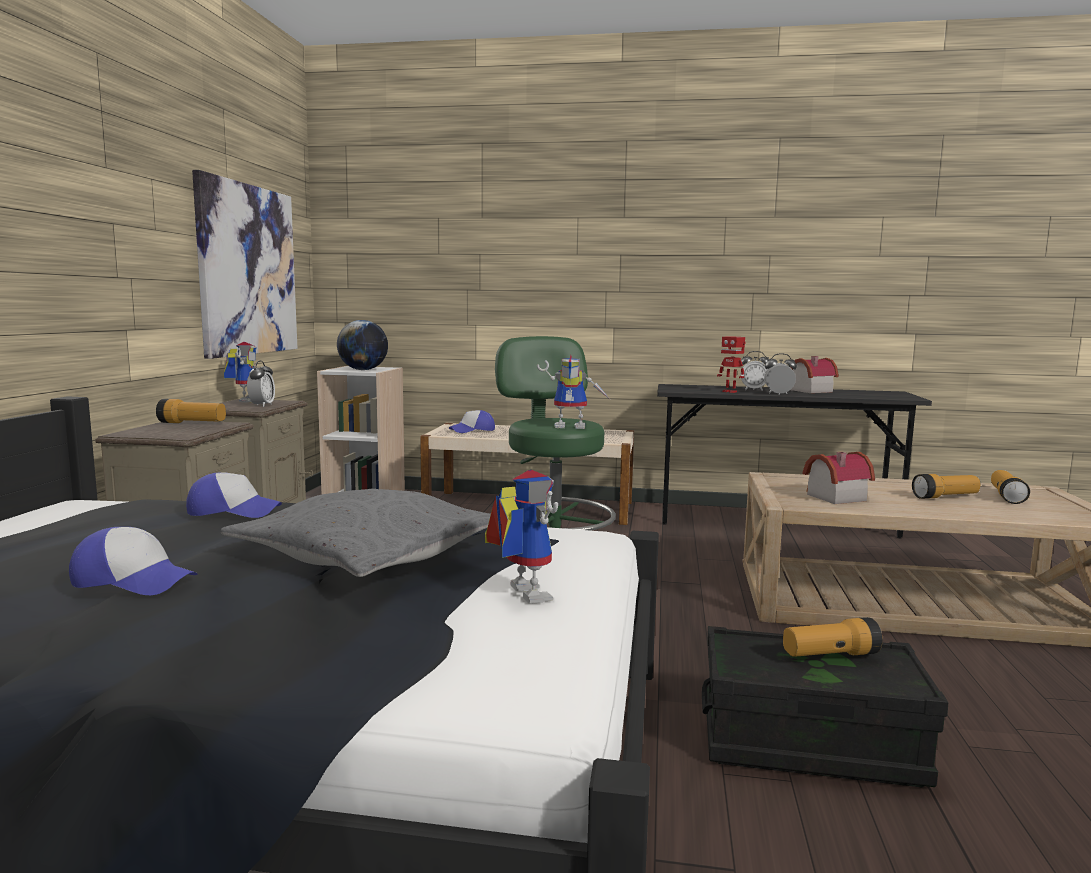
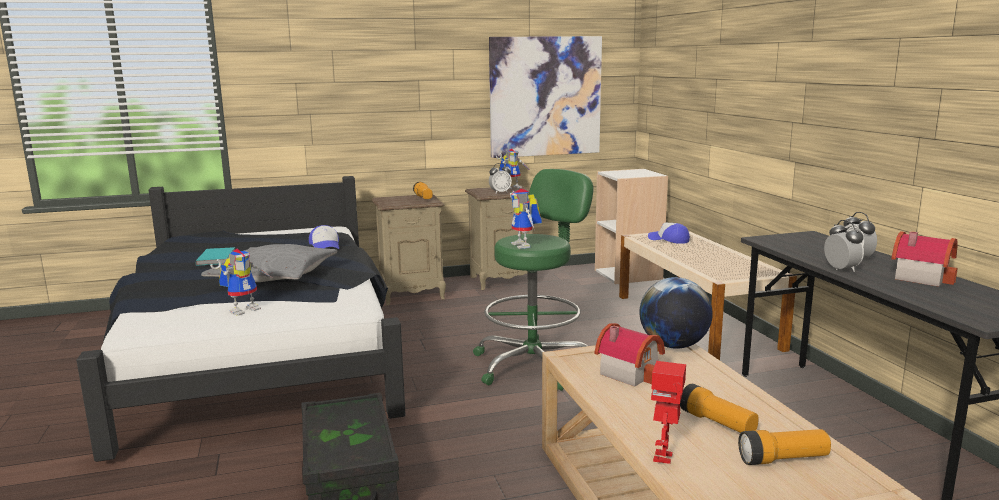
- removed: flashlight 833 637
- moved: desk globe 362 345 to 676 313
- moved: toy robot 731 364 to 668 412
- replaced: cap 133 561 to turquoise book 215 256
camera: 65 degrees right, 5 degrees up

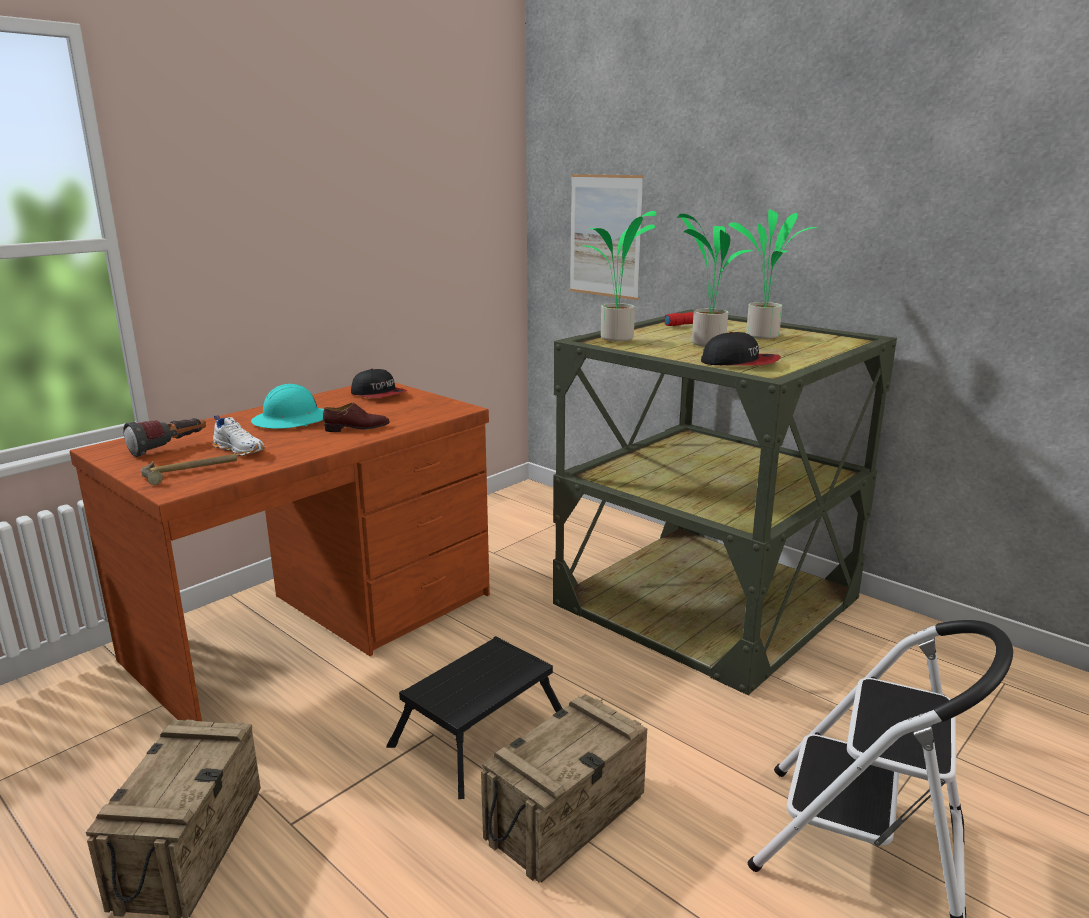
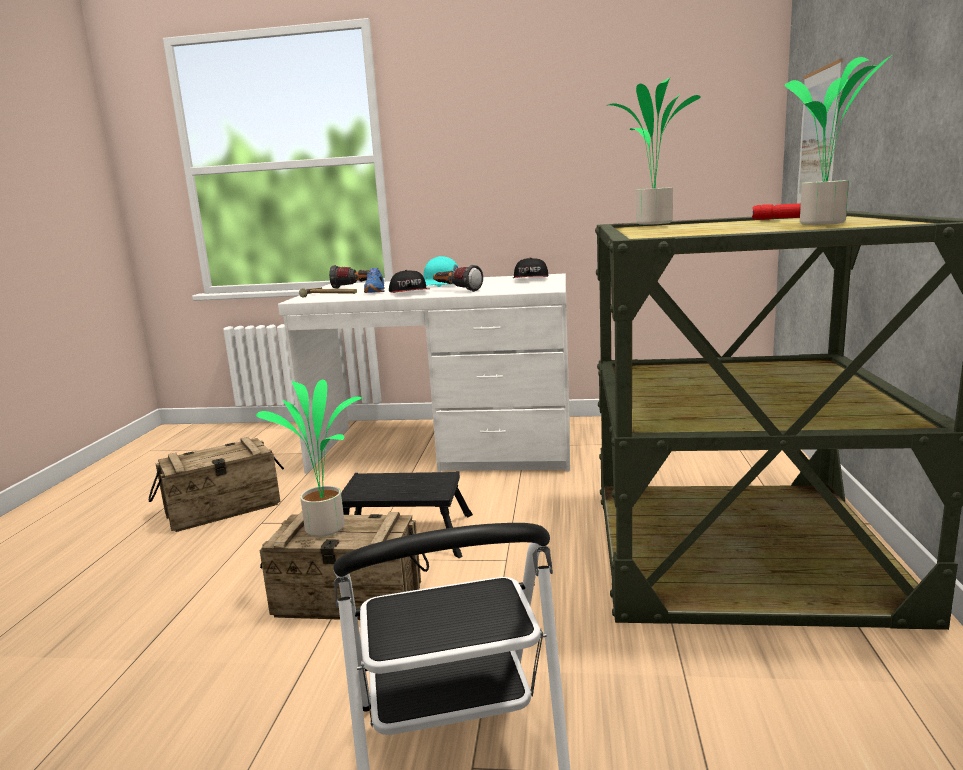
- moved: potted plant 716 280 to 309 458
- moved: cap 741 349 to 409 281
- replaced: brown low shoe 356 417 to flashlight 458 278
- recoloured: brown desk table 280 551 to whitish desk table 424 374
- recoloured: whitish low shoe 238 435 to blue-coloured low shoe 374 280
camera: 55 degrees right, 5 degrees down

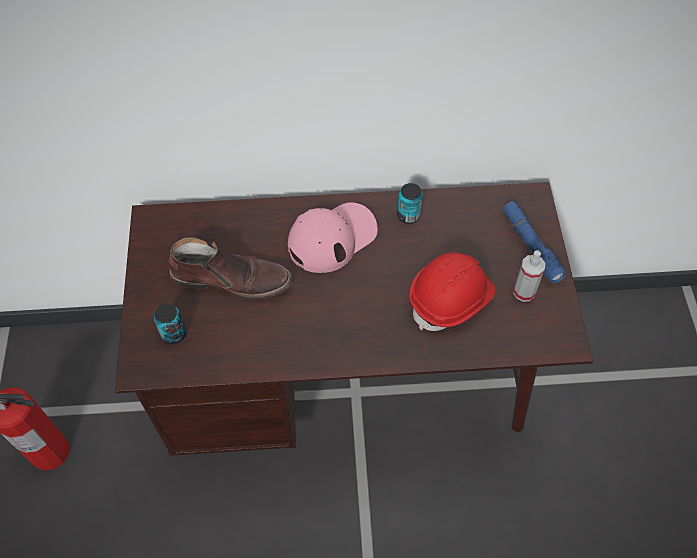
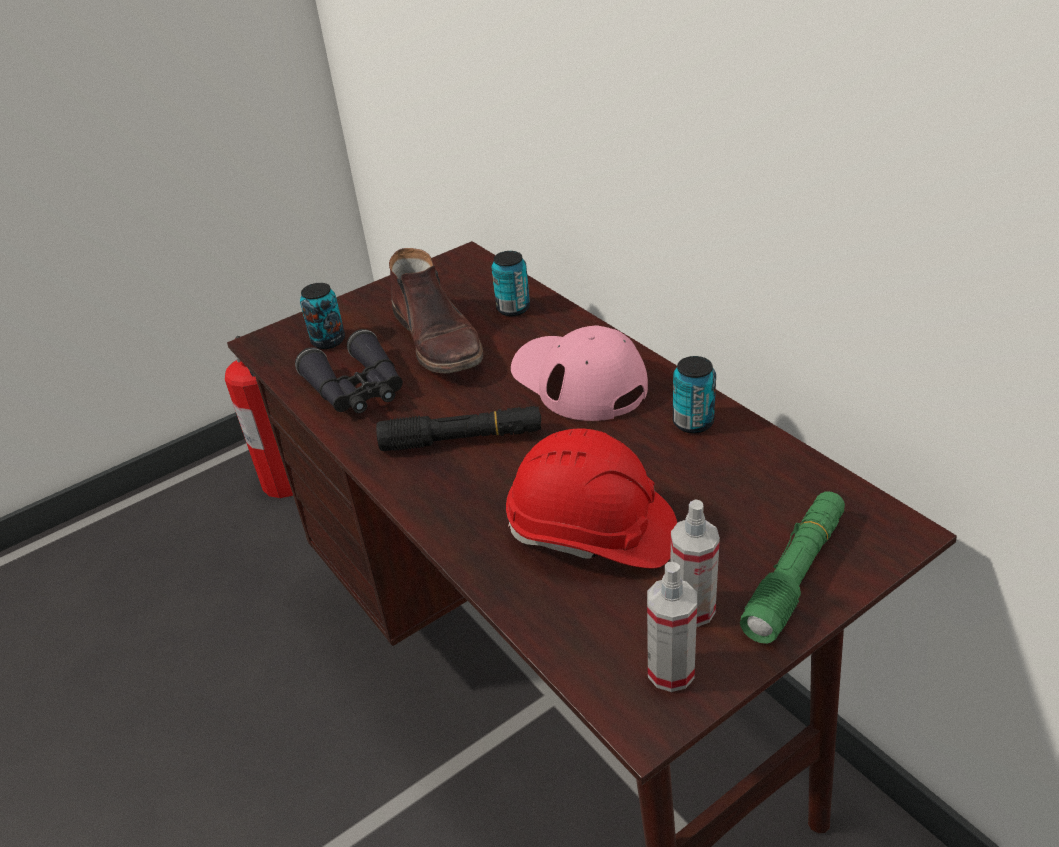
- added: black binoculars 349 371
- added: black flashlight 458 428
- added: can 510 283
- added: spray bottle 672 627
- recoloured: blue-coloured flashlight 534 242 to green-coloured flashlight 792 567
- turned: pinkish cap 333 237 = 579 373 150 degrees counterclockwise
camera: 60 degrees right, 20 degrees down

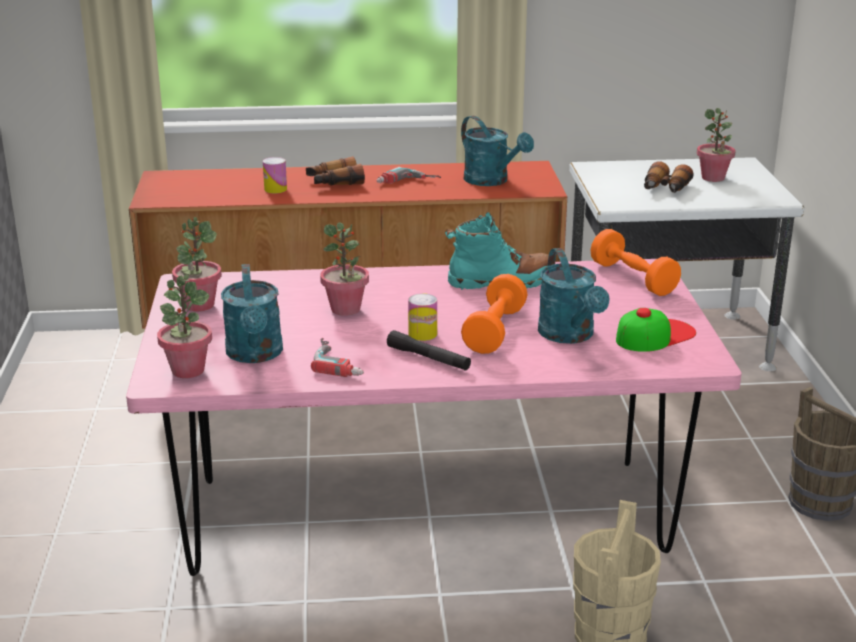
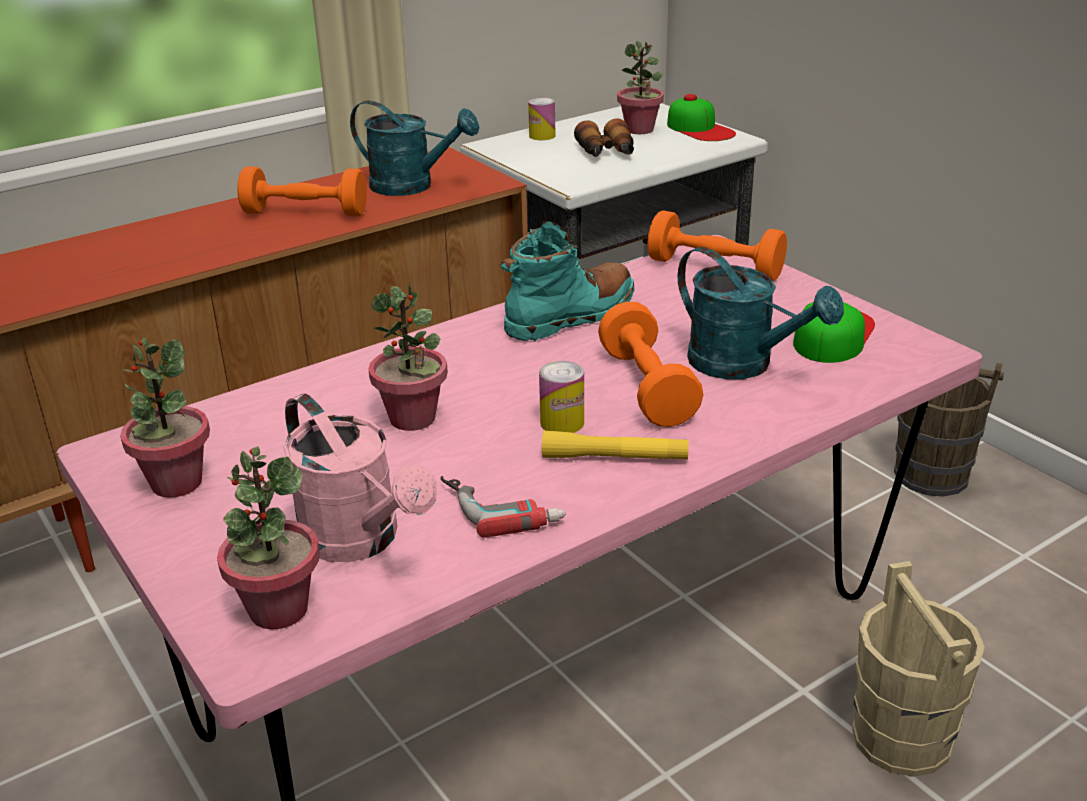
- removed: binoculars 335 171
- added: cap 701 117
- moved: can 275 175 to 542 118
- replaced: electric drill 408 175 to orange dumbbell 302 191
- recoloured: turquoise watering can 252 313 to pinkish watering can 360 477
- recoloured: black flashlight 429 350 to yellowish flashlight 615 445
camera: 30 degrees left, 5 degrees up

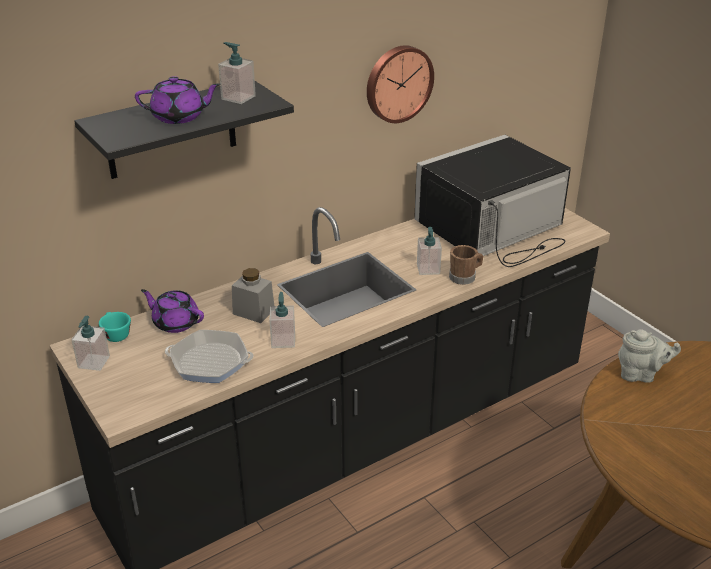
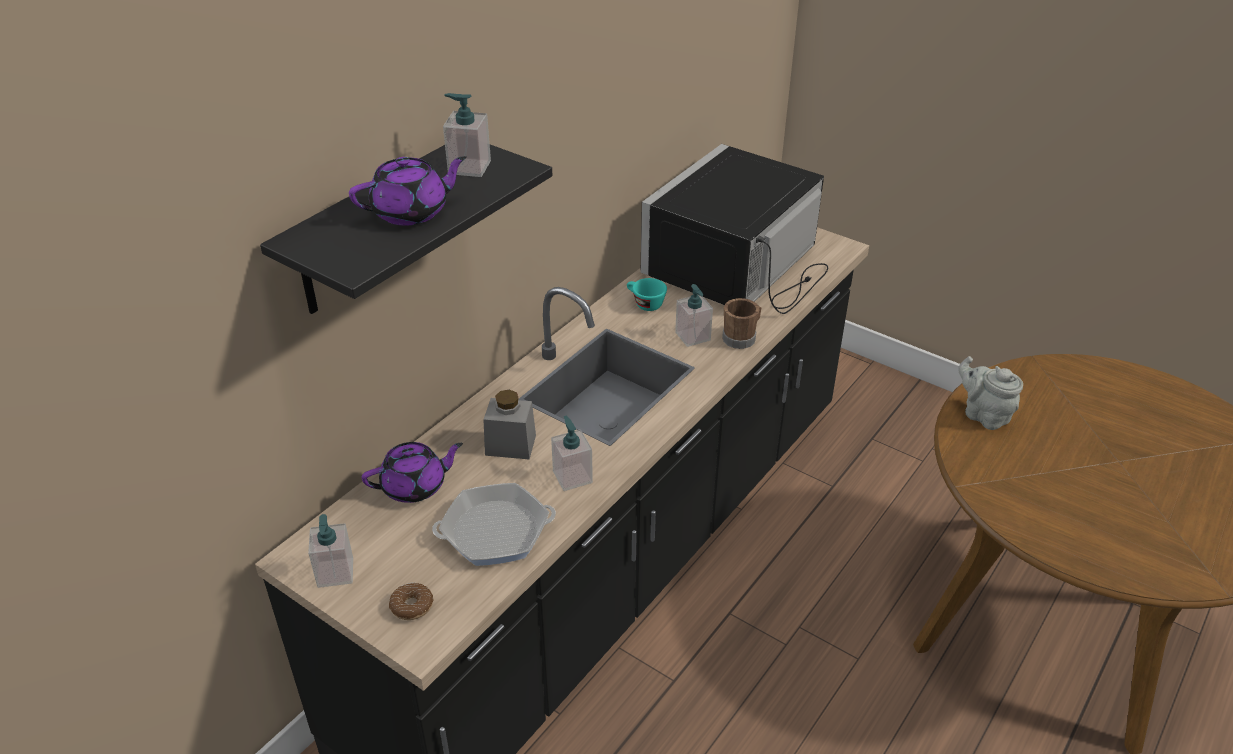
- removed: wall clock 400 84
- added: donut 411 601
- moved: turquoise small cup 115 327 to 647 294
- turned: purple pot for tea 172 311 = 412 472 150 degrees clockwise
- turned: greyish pot for tea 649 356 = 990 393 120 degrees counterclockwise
camera: 20 degrees left, 5 degrees up

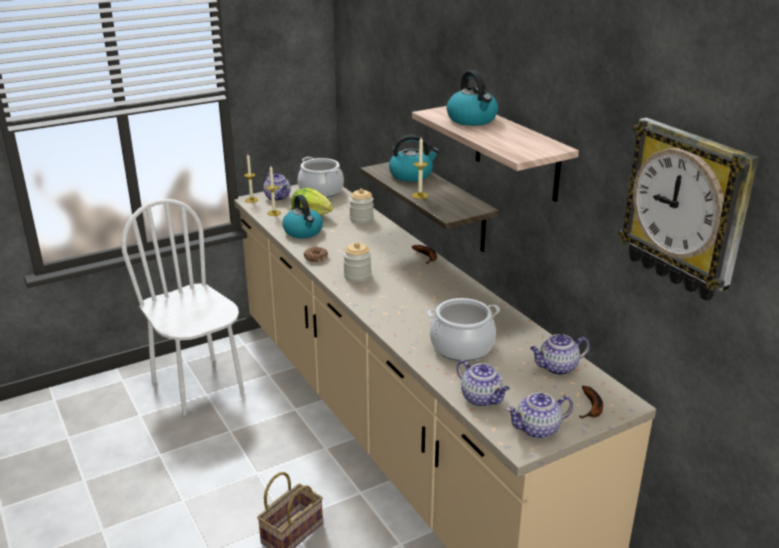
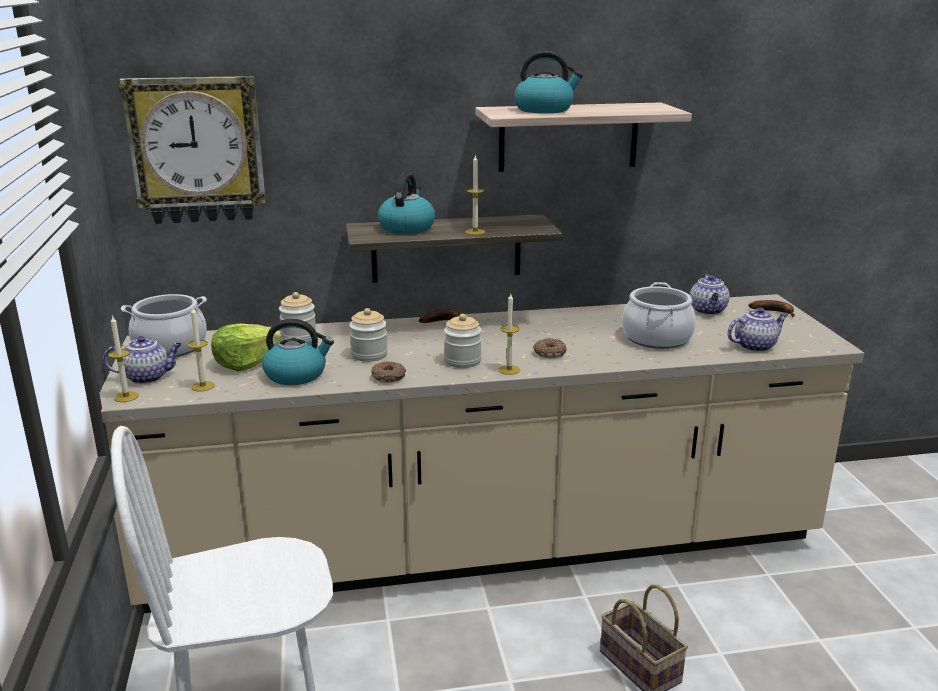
- removed: pot for tea 539 415
- added: preserve jar 368 335
- added: candle 509 334
- added: donut 549 348
- moved: wall clock 688 209 to 192 150
camera: 70 degrees left, 5 degrees down

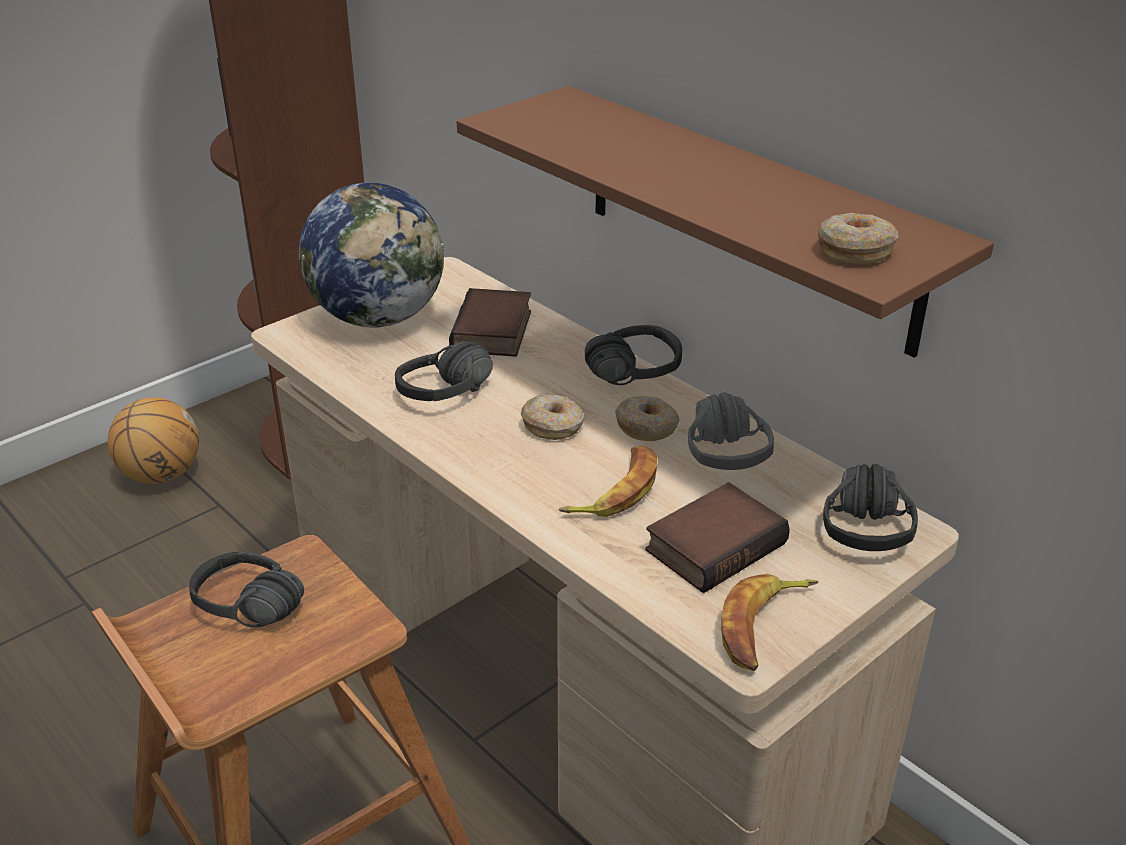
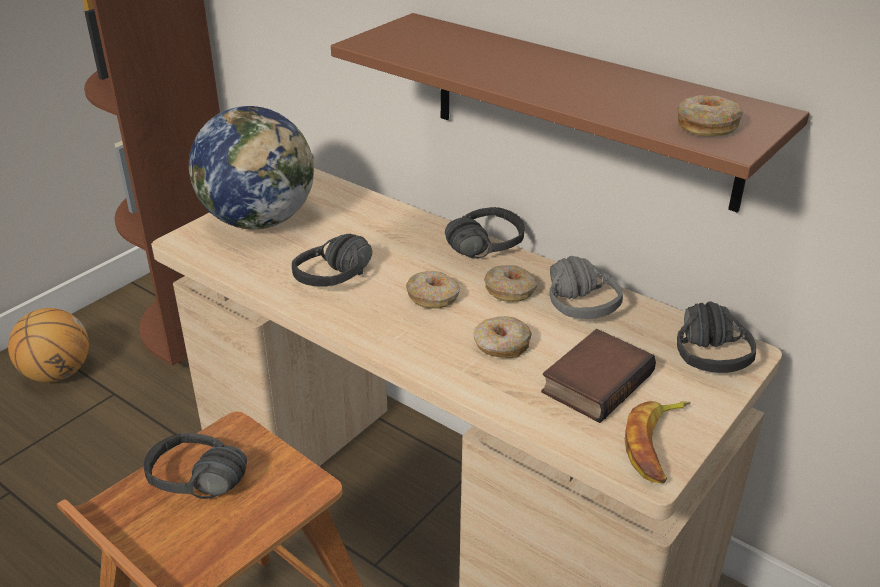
- removed: book 490 322
- replaced: banana fruit 608 481 to donut 503 337
camera: 10 degrees left, 0 degrees up

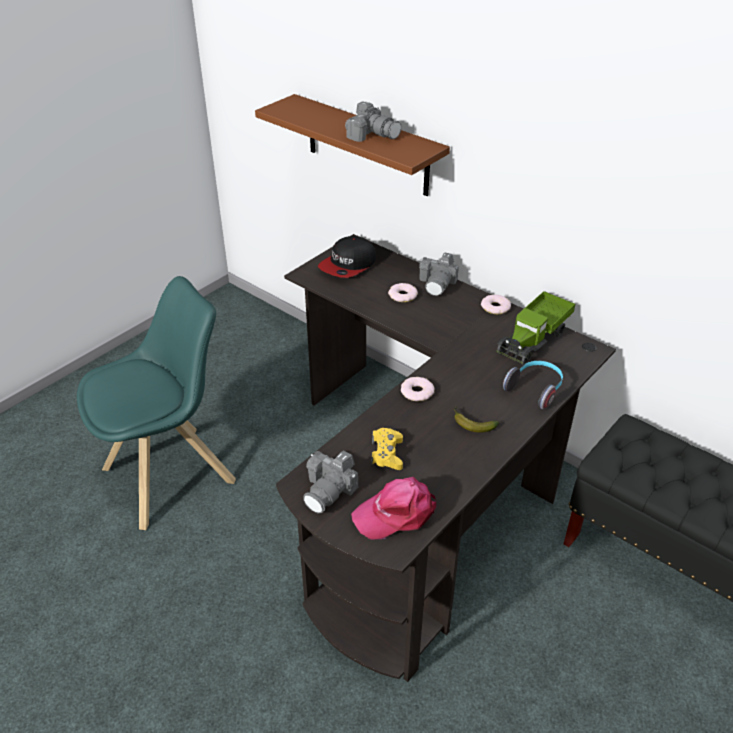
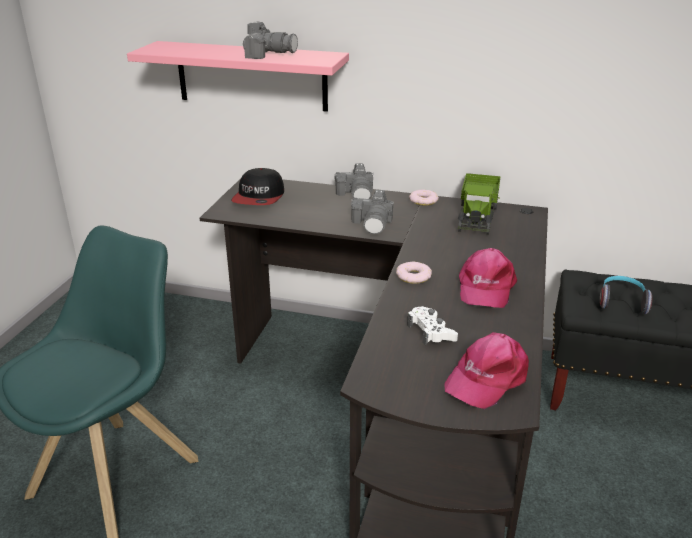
- removed: donut 403 292
- moved: still camera 330 482 to 372 212
- moved: headphones 533 385 to 626 295
- replaced: banana fruit 476 420 to pinkish cap 488 278
- recoloured: brown bracket shelf 352 145 to pinkish bracket shelf 238 76
- recoloured: yellowish game controller 387 449 to whitish game controller 432 326
camera: 25 degrees left, 10 degrees down

